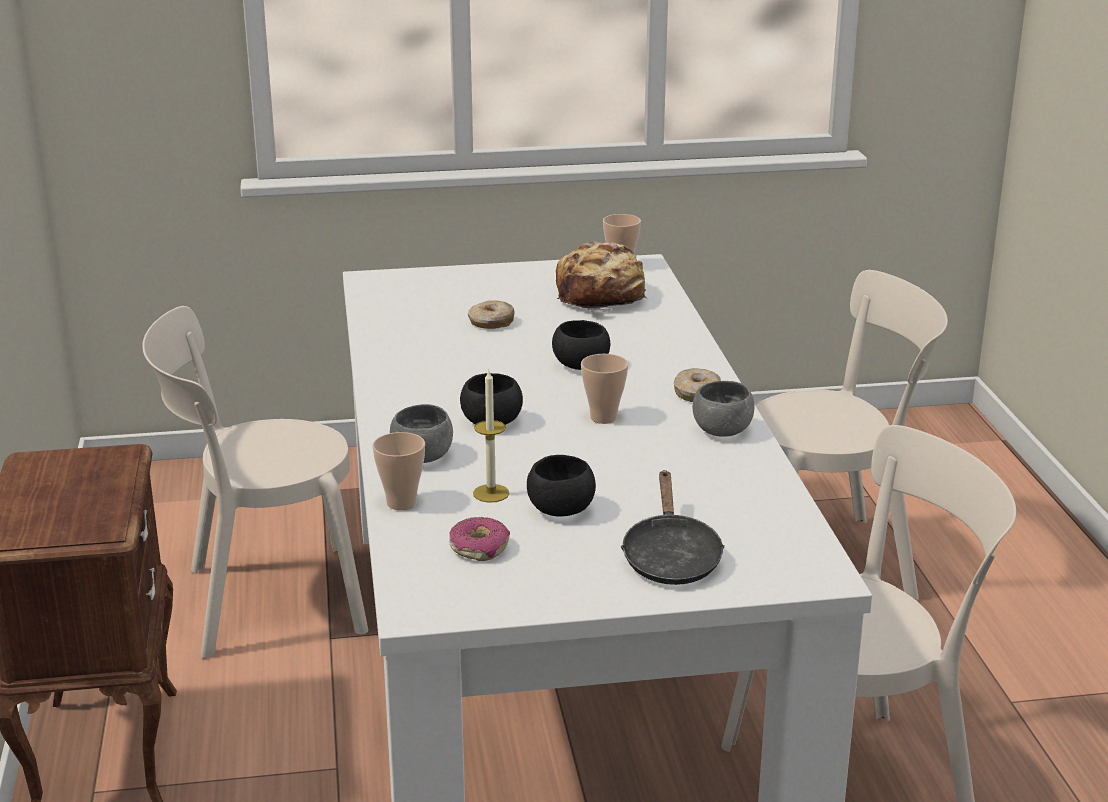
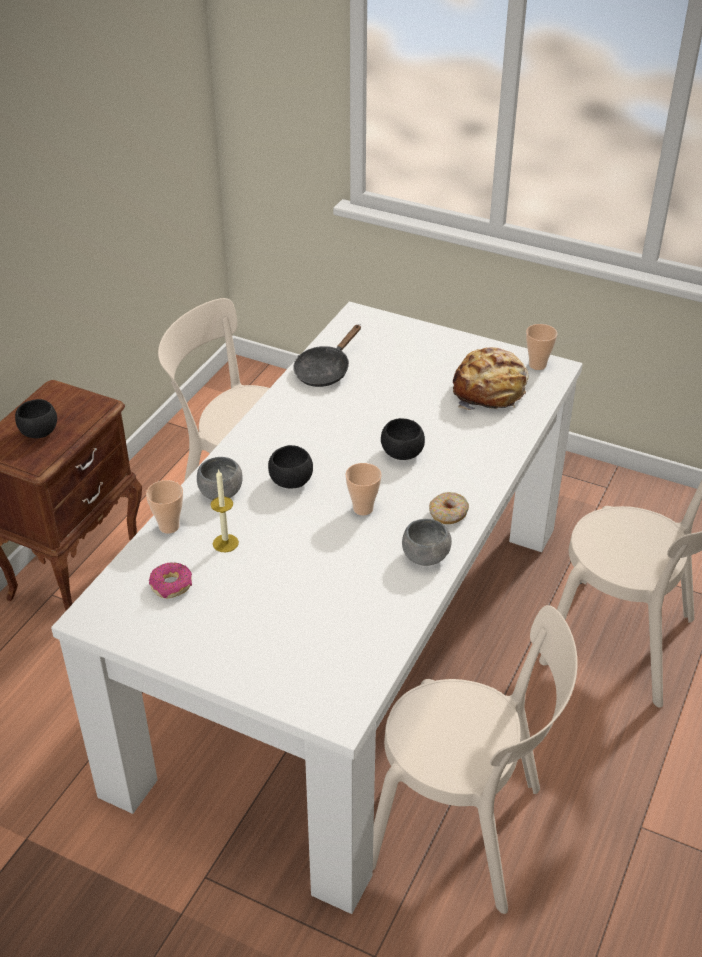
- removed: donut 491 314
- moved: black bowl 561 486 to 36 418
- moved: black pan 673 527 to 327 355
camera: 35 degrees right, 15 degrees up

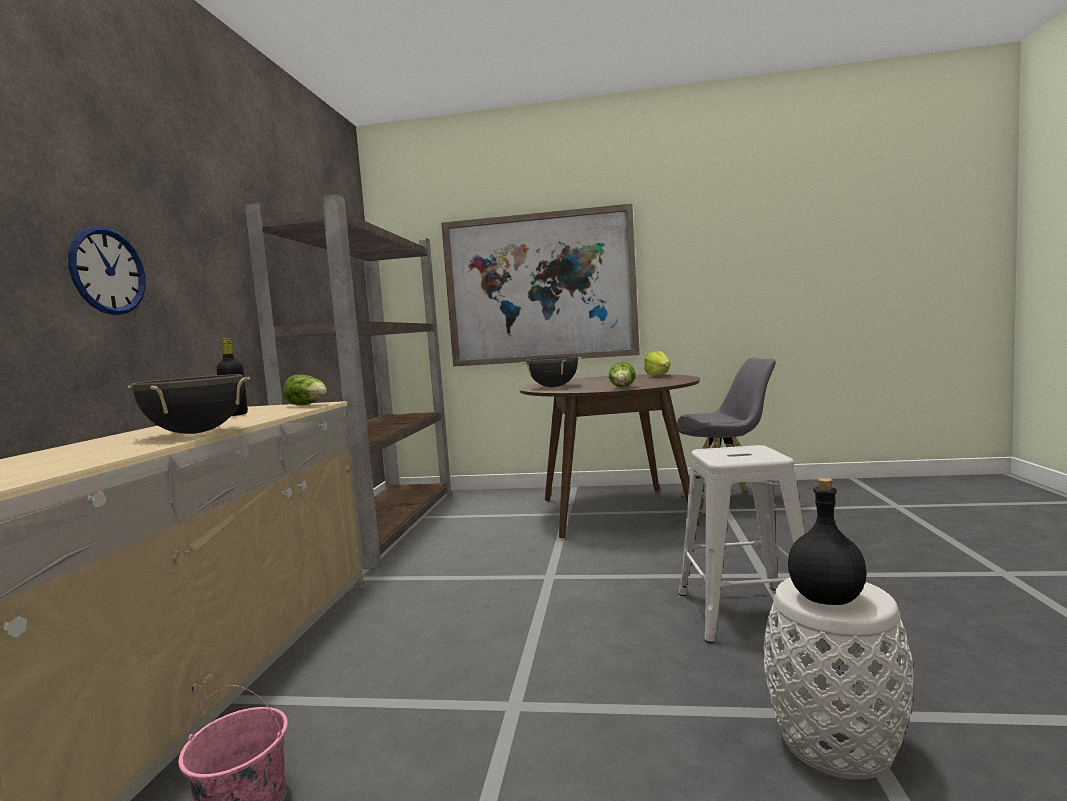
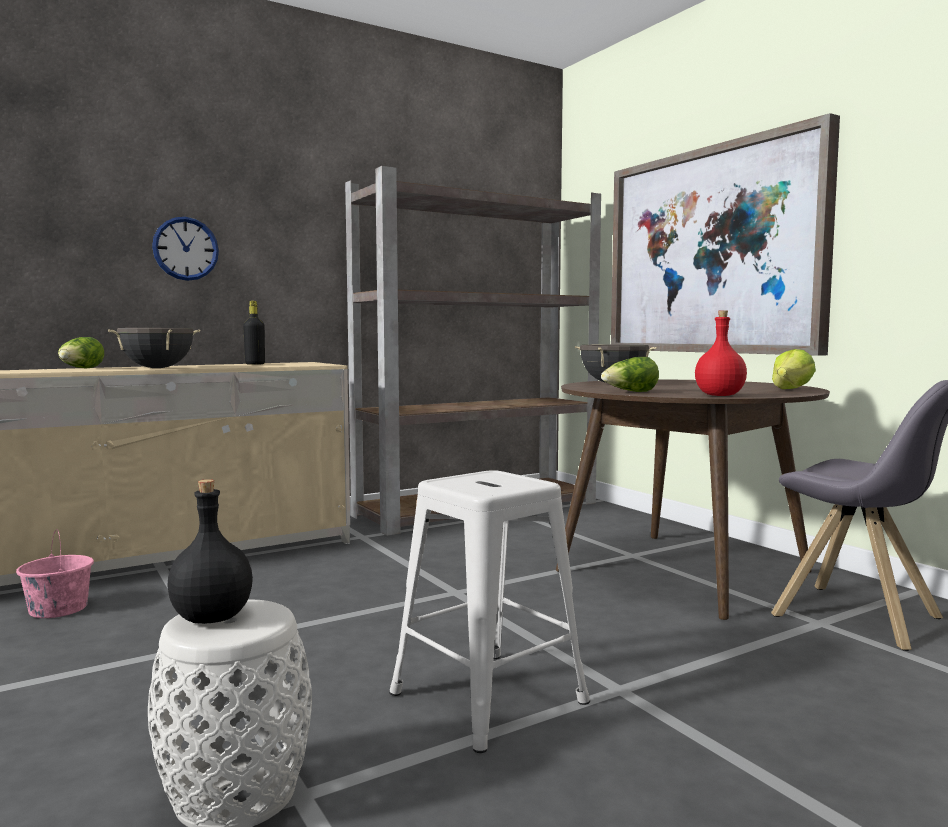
- added: reddish beverage bottle 721 353
- moved: lettuce 305 390 to 81 352
camera: 50 degrees right, 0 degrees up

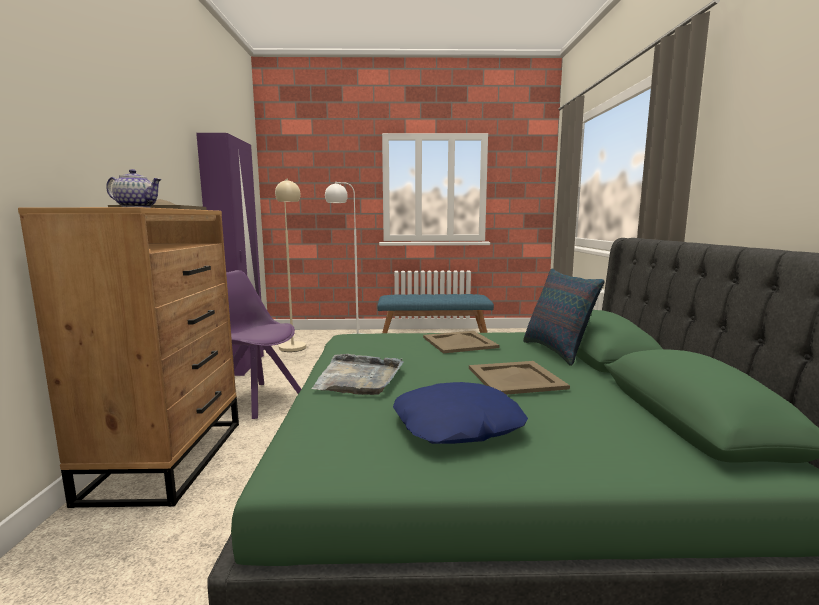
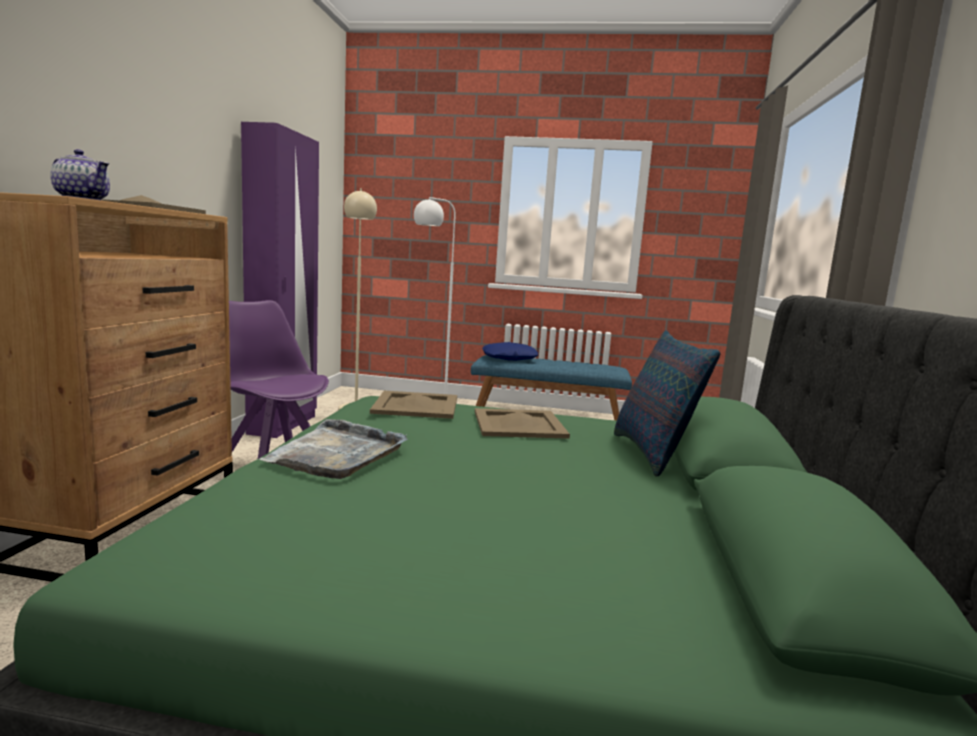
- moved: blue-coloured throw pillow 460 413 to 510 351
- moved: beige-coloured serving tray 519 378 to 413 405
camera: 10 degrees right, 0 degrees up

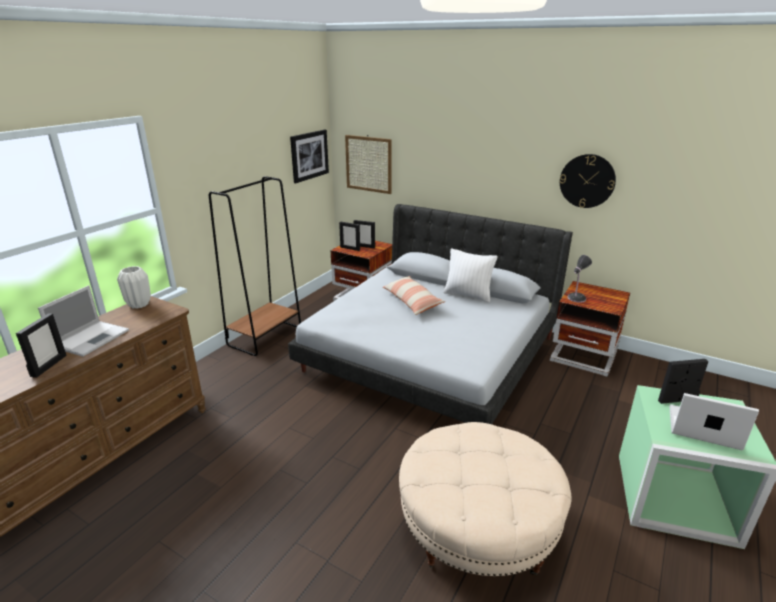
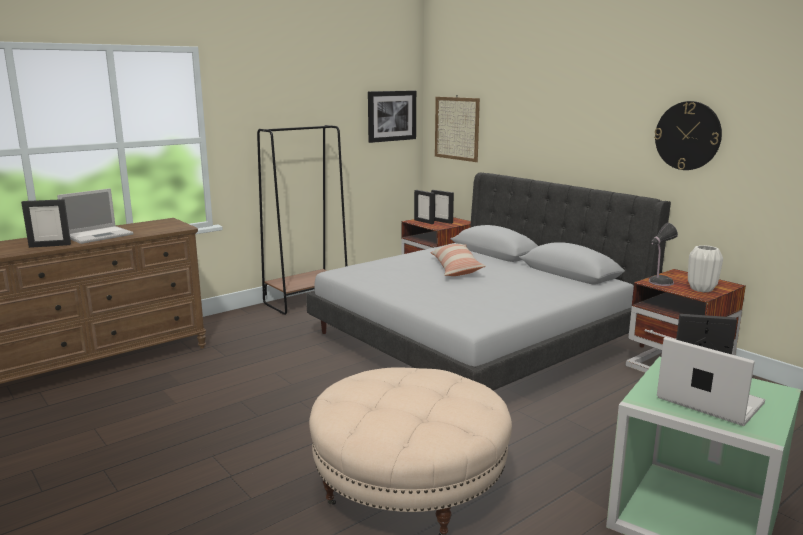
- removed: whitish throw pillow 470 275
- moved: whitish flower vase 134 287 to 705 268
- turned: standing frame 41 345 = 46 223 45 degrees clockwise
camera: 20 degrees right, 10 degrees down

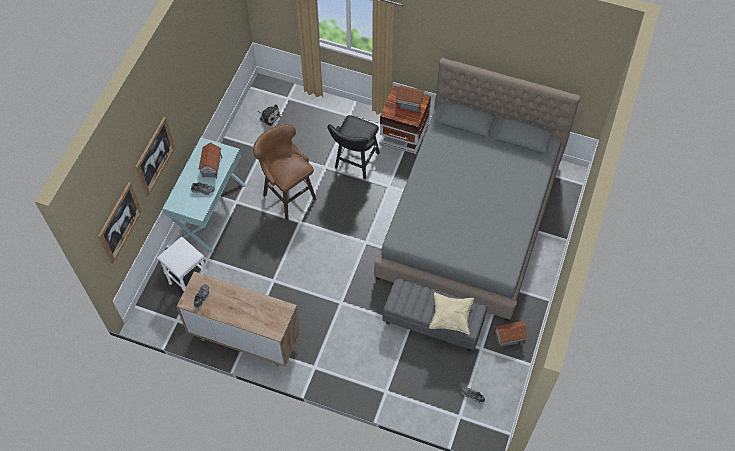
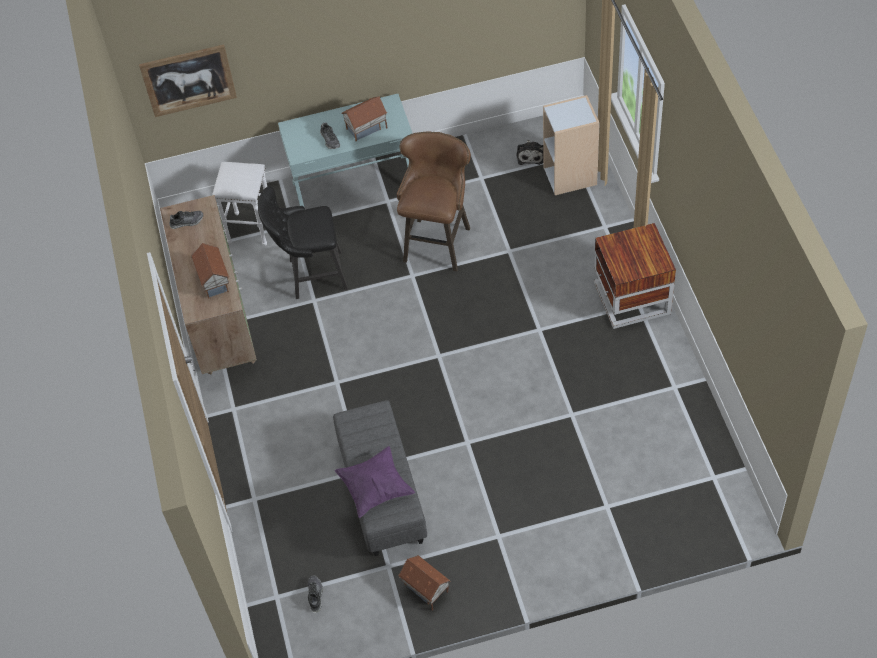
- removed: wall picture 155 157
- removed: greyish bed 477 189
- added: shelving unit 571 145
- moved: black stool seat 353 147 to 303 242
- moved: toy house 410 98 to 210 271
- recoloured: beige-coloured throw pillow 451 314 to purple throw pillow 375 482
camera: 60 degrees right, 5 degrees down

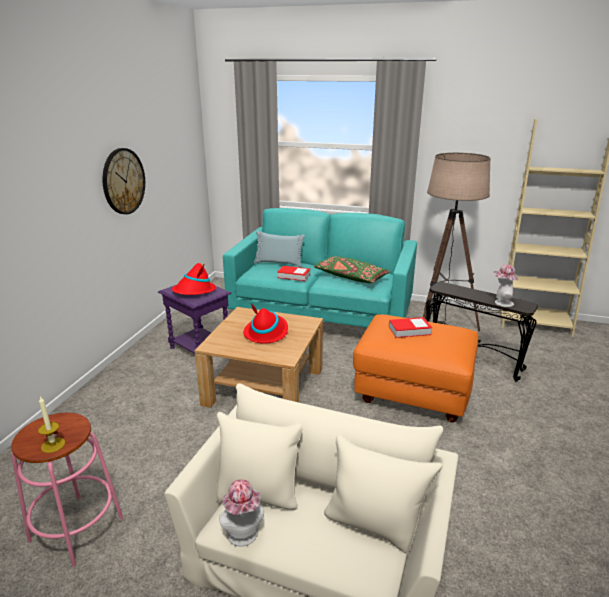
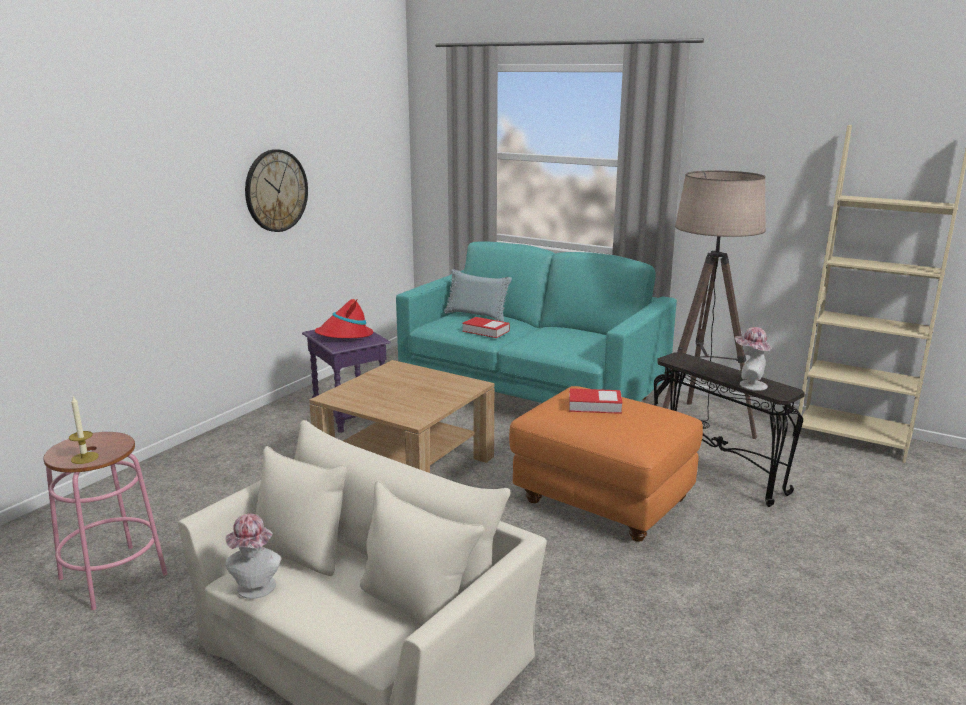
- removed: reddish wearable hat 265 324
- removed: green-coloured throw pillow 352 269
camera: 15 degrees right, 5 degrees down

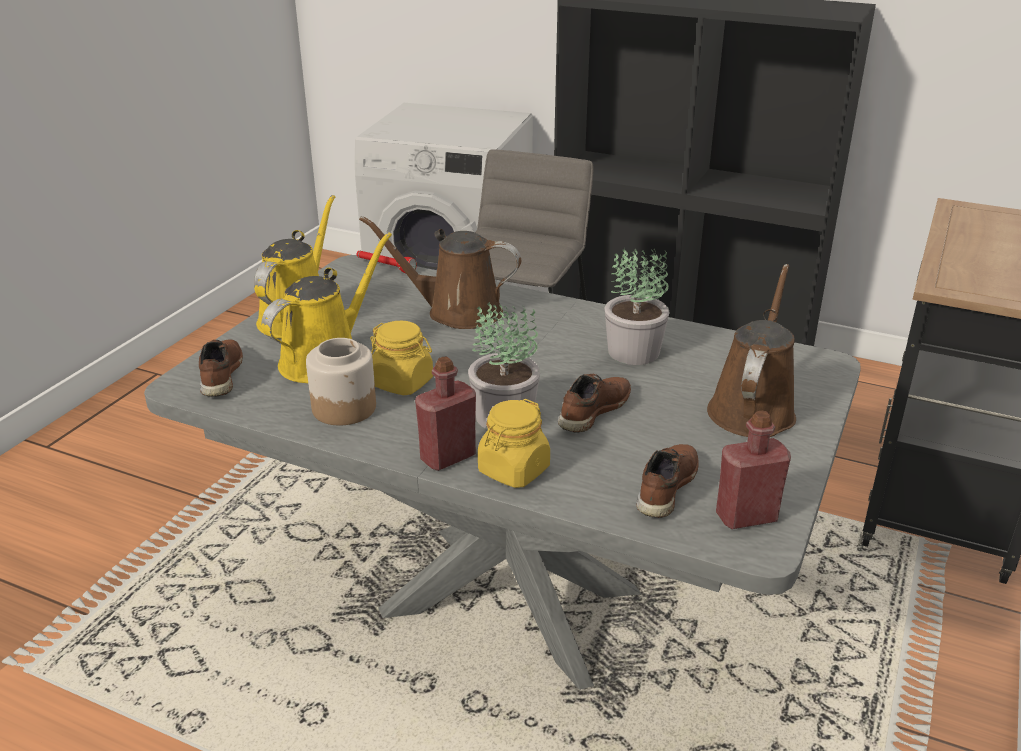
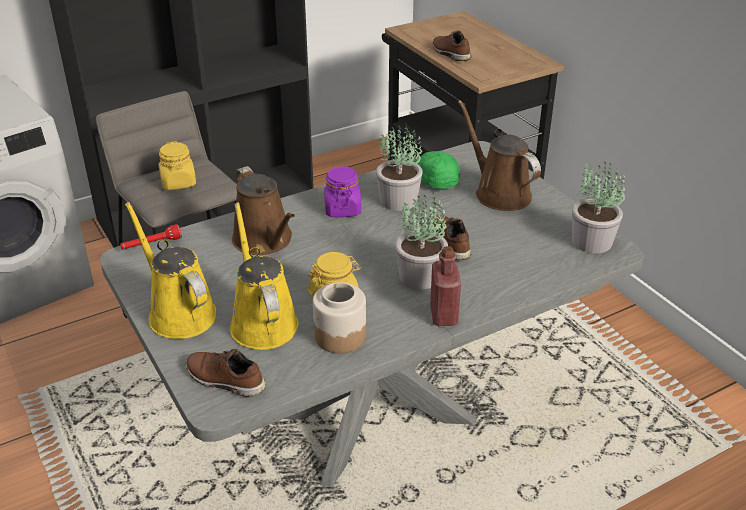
- added: purple preserve jar 342 191
- added: green-coloured cap 436 170
- moved: yellowish preserve jar 514 443 to 177 165
- moved: brown low shoe 667 481 to 452 46
- replaced: reddish beverage bottle 753 470 to potted plant 598 208
- turned: brown watering can 440 272 = 263 210 75 degrees counterclockwise
camera: 55 degrees left, 5 degrees up

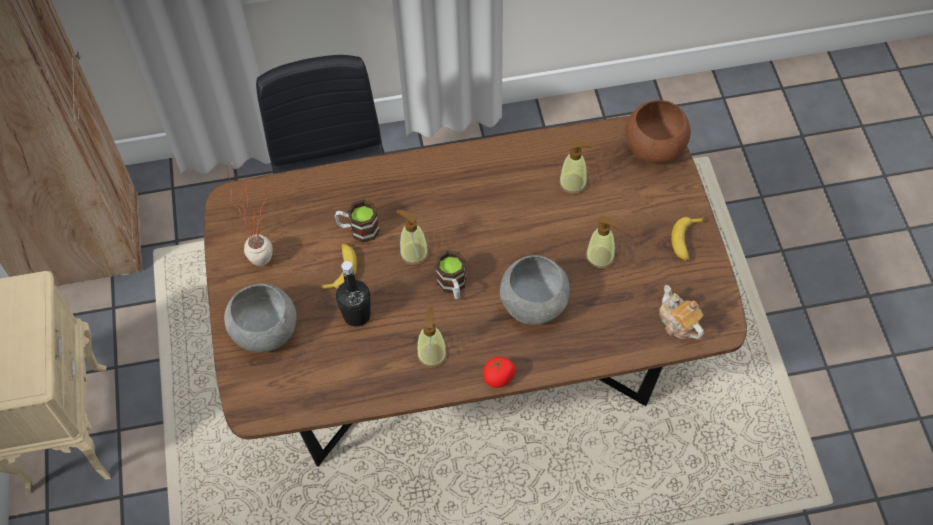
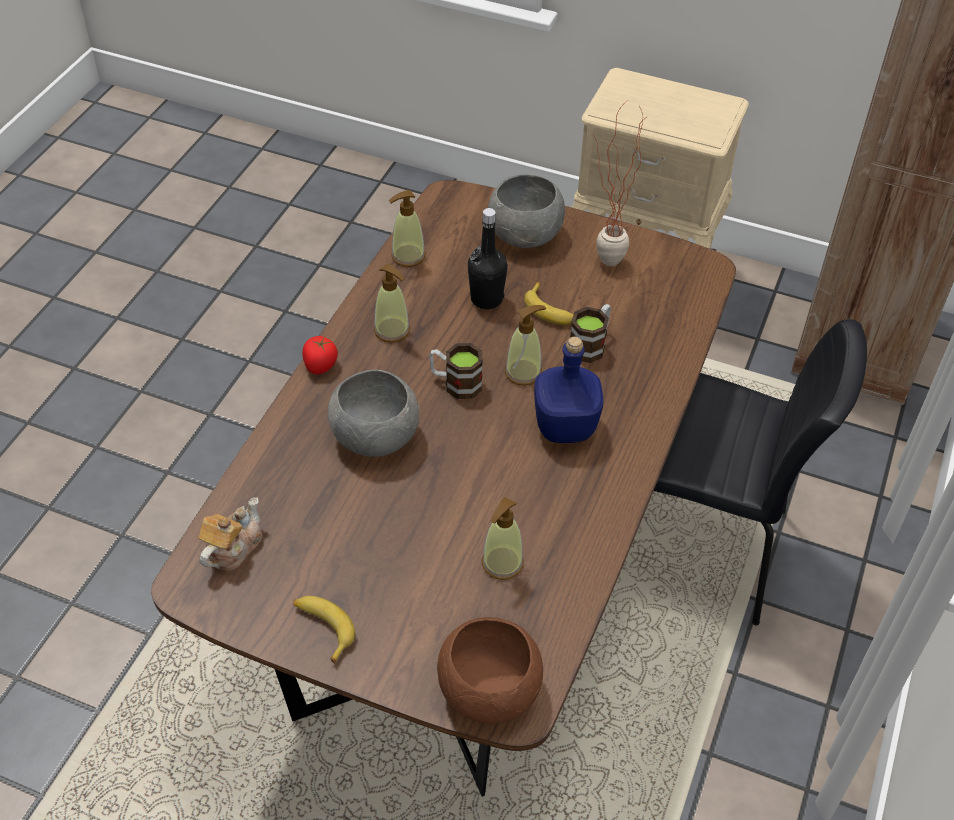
- added: blue-coloured beverage bottle 568 390
- moved: soap bottle 603 242 to 407 228
- turned: pot for tea 681 312 = 230 534 60 degrees counterclockwise
camera: 120 degrees right, 10 degrees down

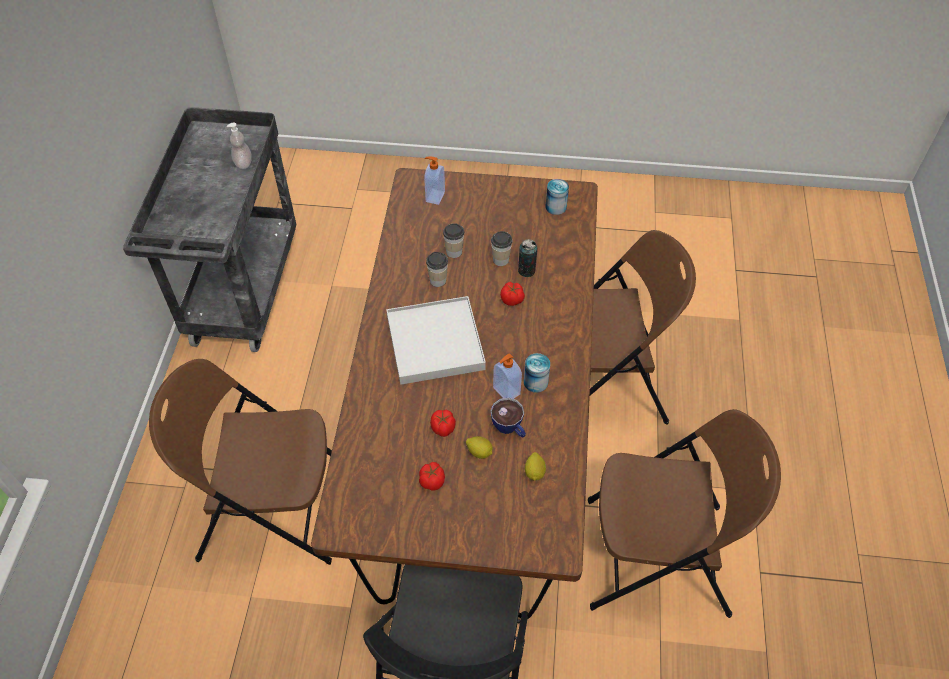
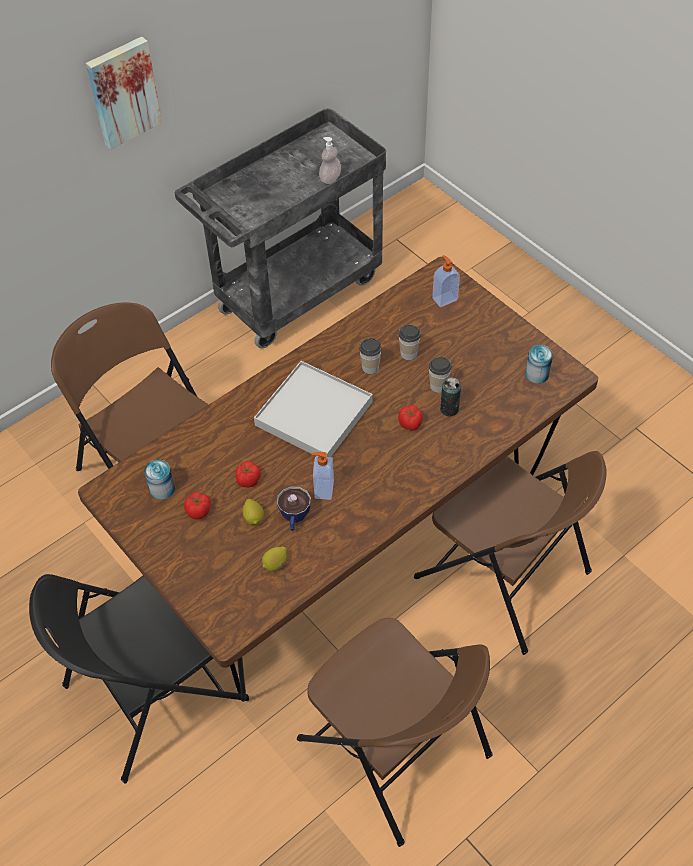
- added: wall picture 124 93
- moved: can 537 373 to 159 480
camera: 45 degrees right, 0 degrees up

